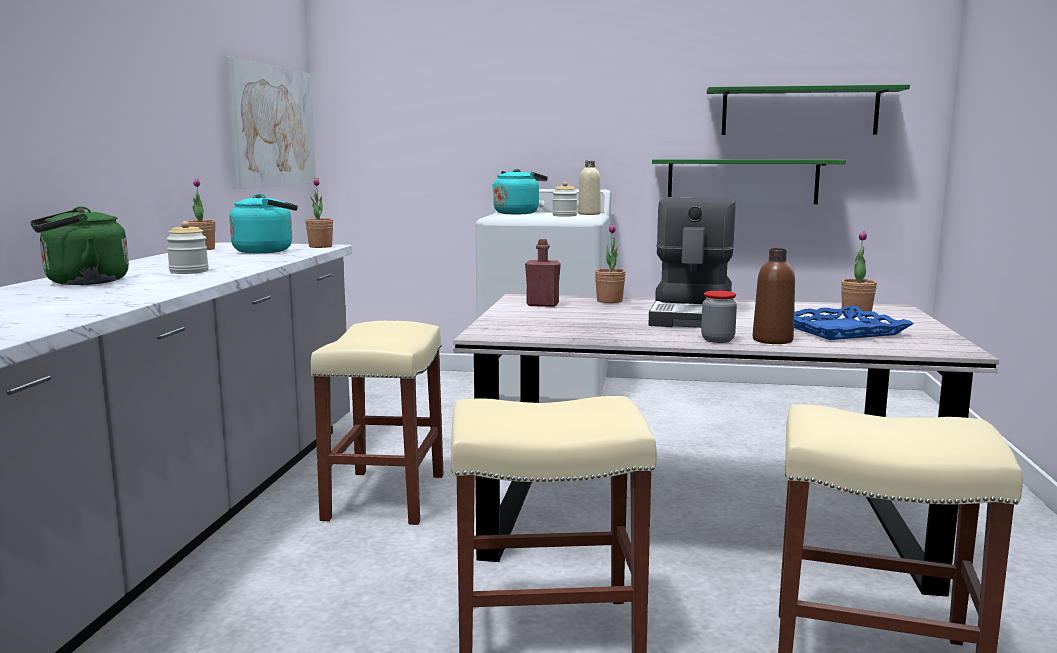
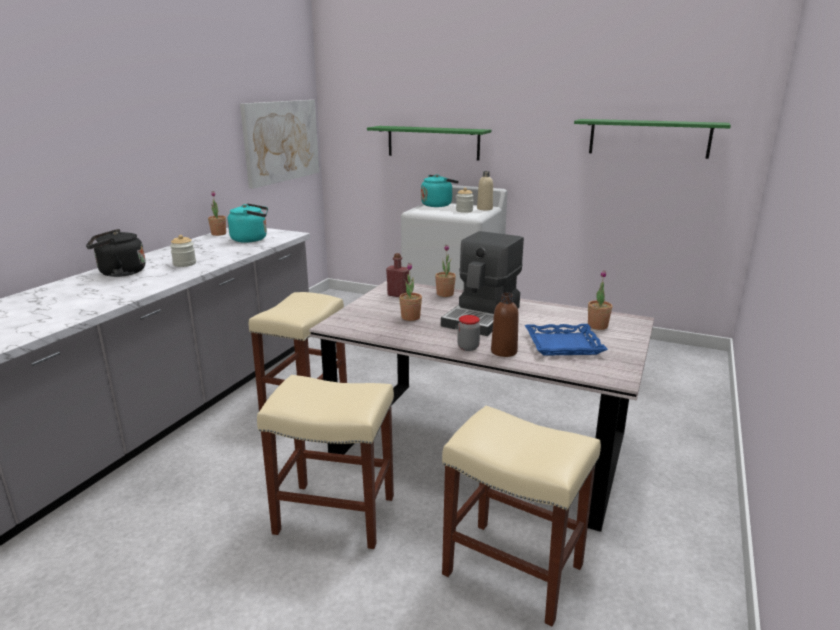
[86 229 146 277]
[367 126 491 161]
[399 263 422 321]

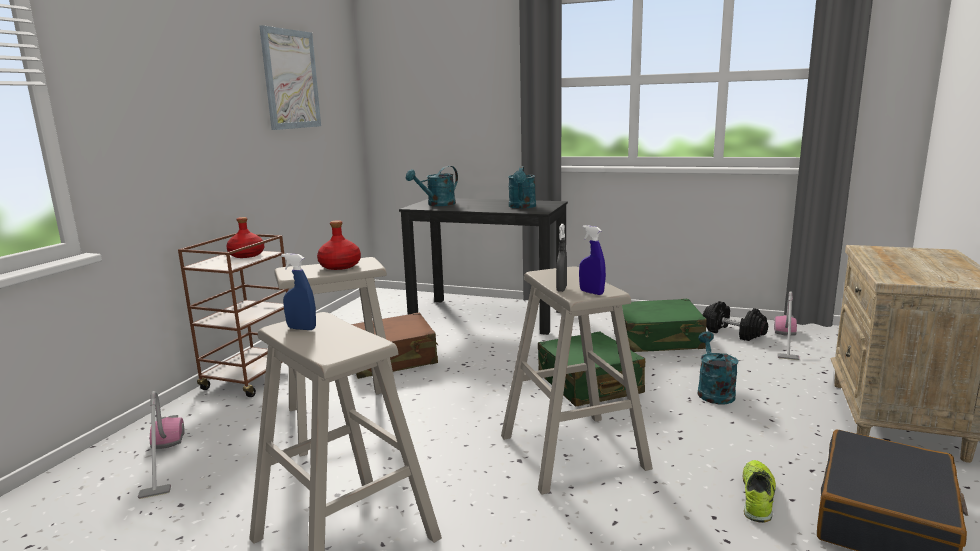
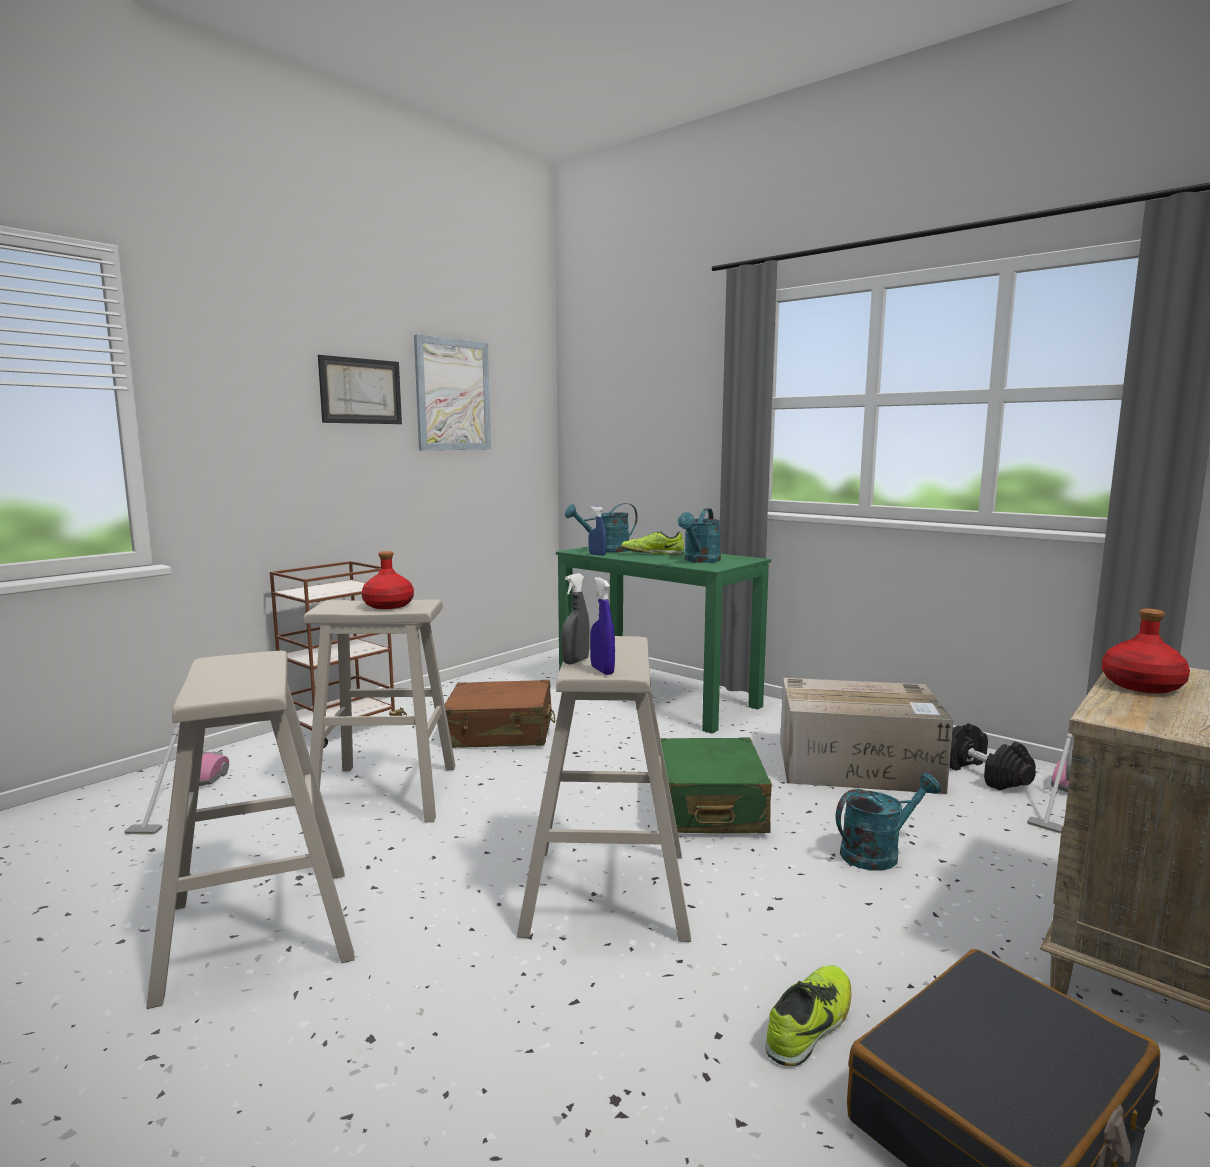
[318 355 402 424]
[556 546 771 734]
[588 506 607 556]
[621 531 684 555]
[780 678 954 794]
[836 773 941 871]
[1102 608 1190 693]

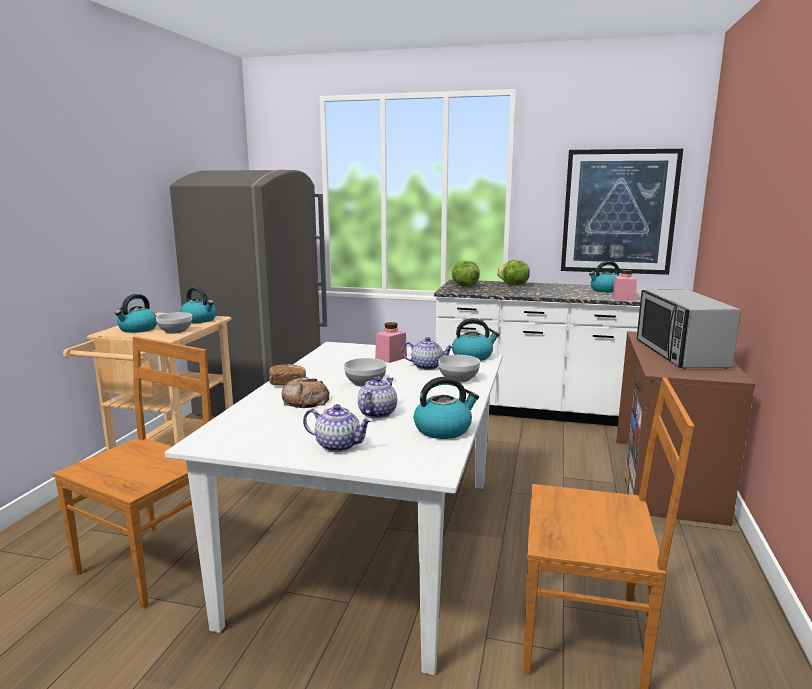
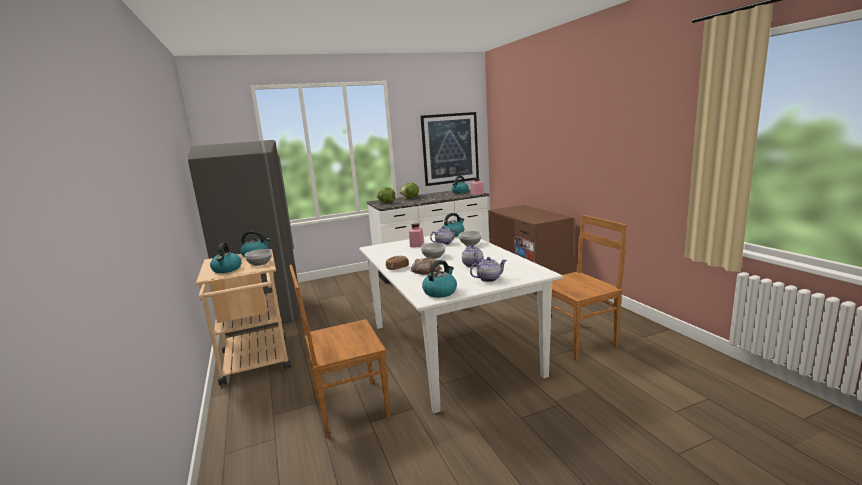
[289 265 391 438]
[422 260 457 298]
[637 289 741 369] (first image)

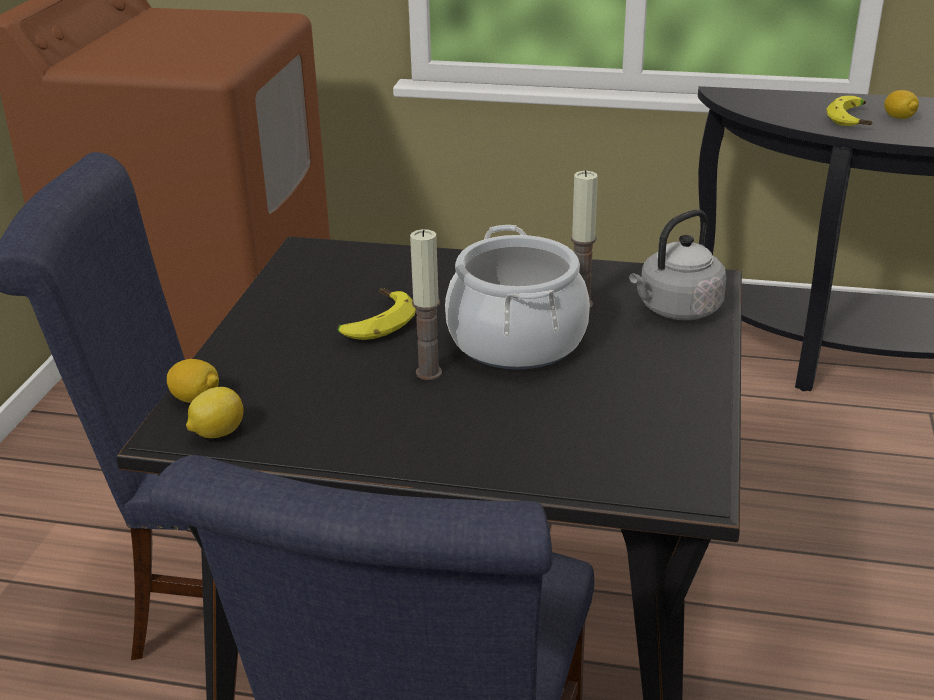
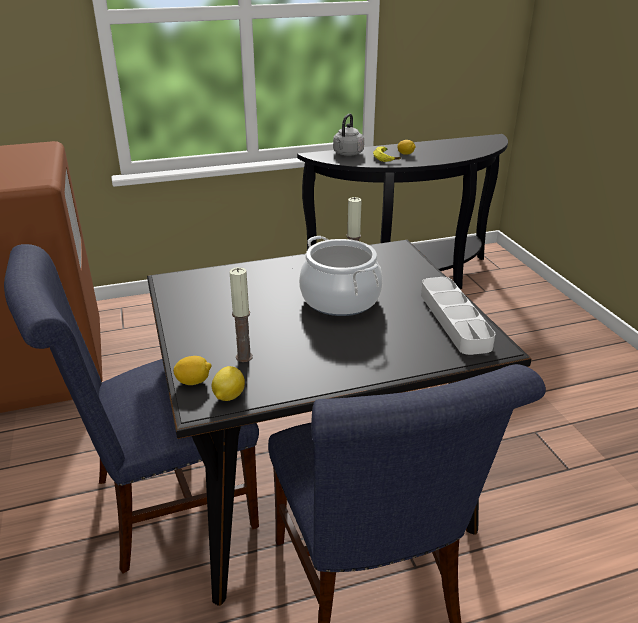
[229 267 253 362]
[333 114 364 156]
[421 277 495 355]
[337 288 416 340] (first image)

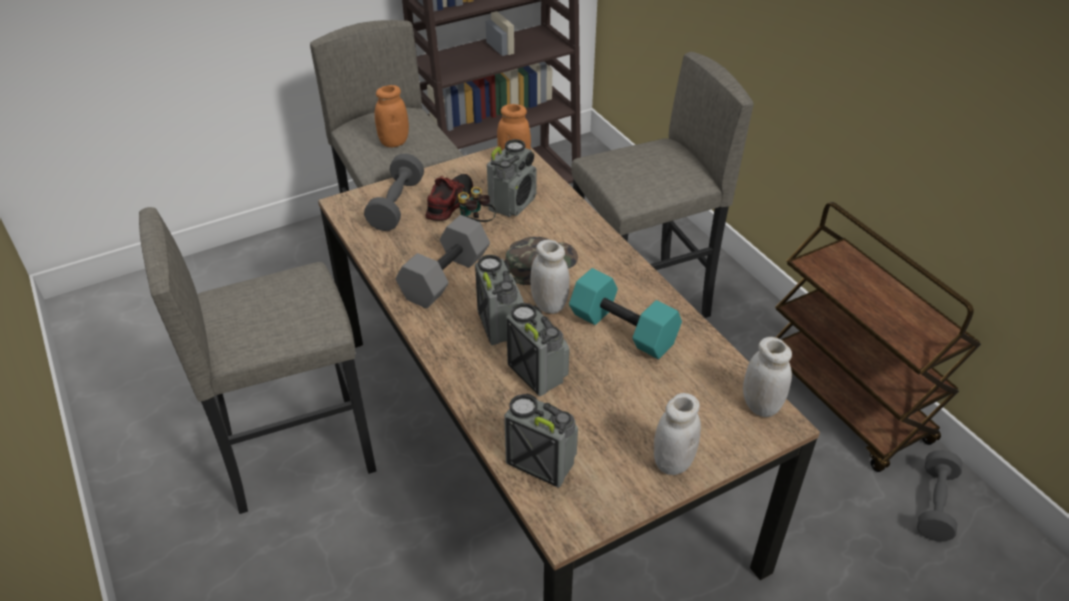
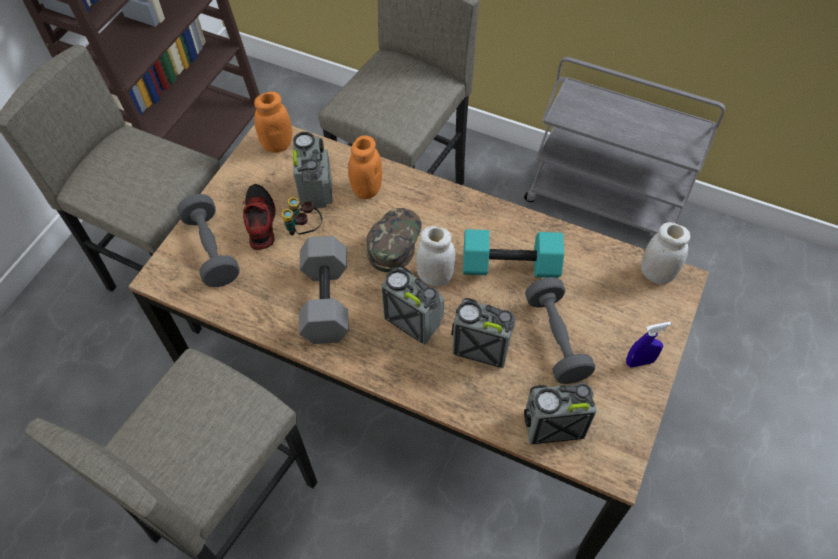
[348 136 382 199]
[524 57 725 236]
[525 277 595 384]
[626 322 671 368]

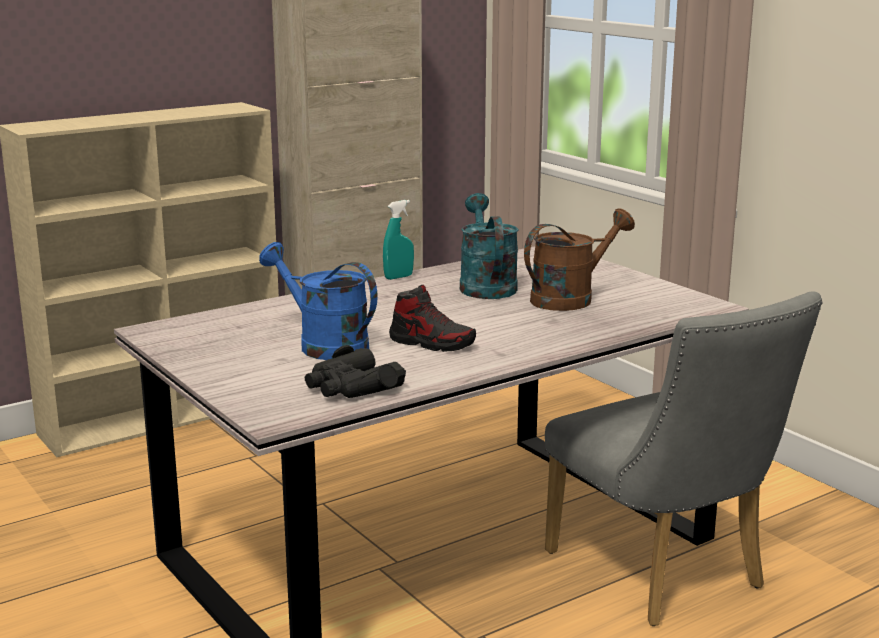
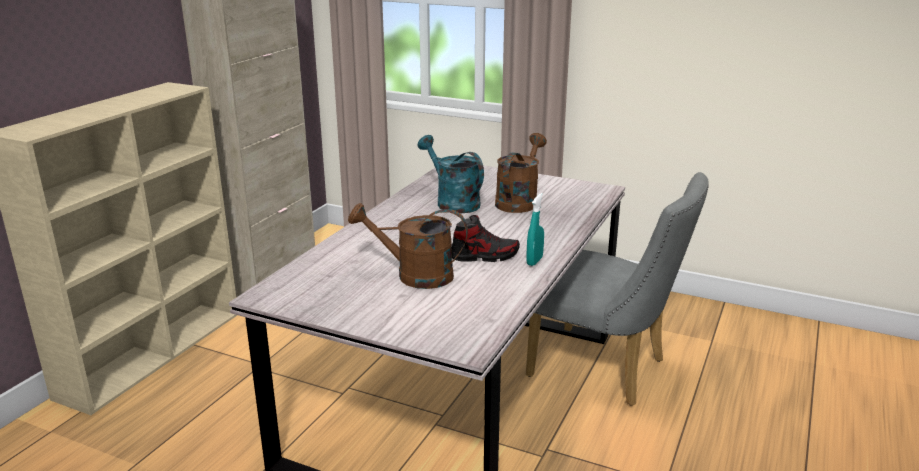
[348 203 468 289]
[526 193 544 266]
[305 345 406 398] (first image)

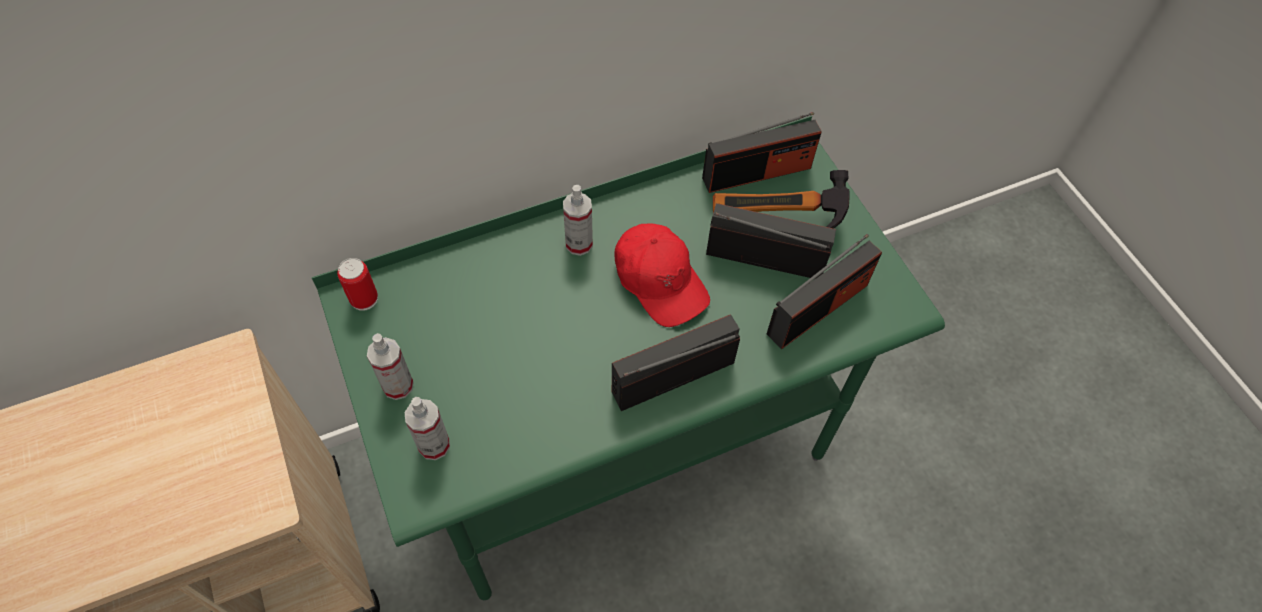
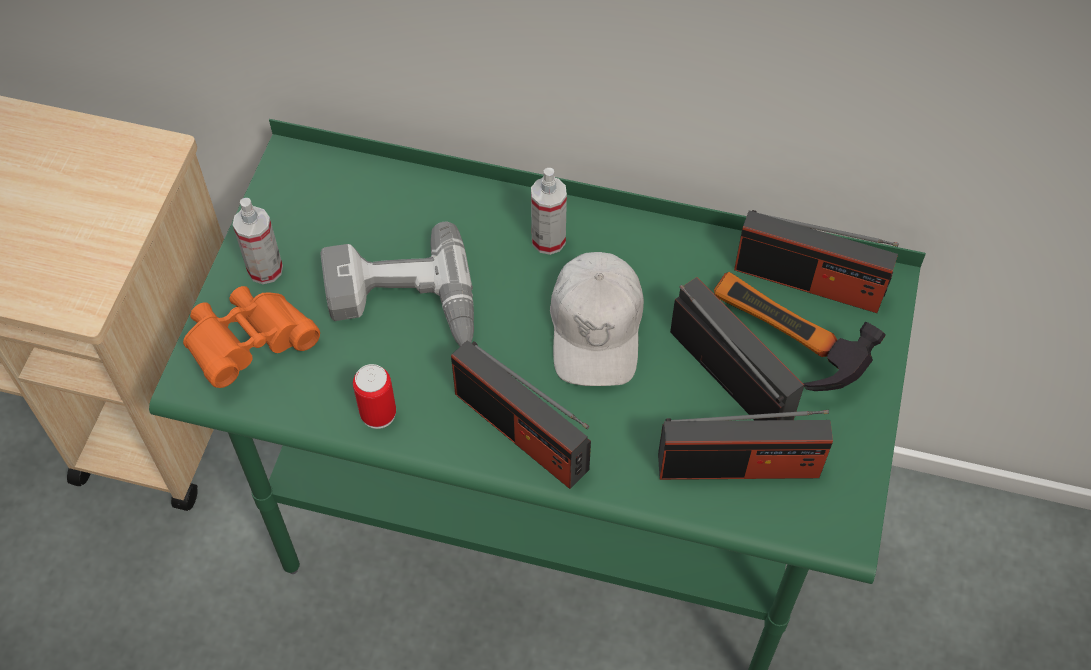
[183 286 320 388]
[320 222 474 346]
[353 364 396 429]
[451 340 591 489]
[550 252 644 386]

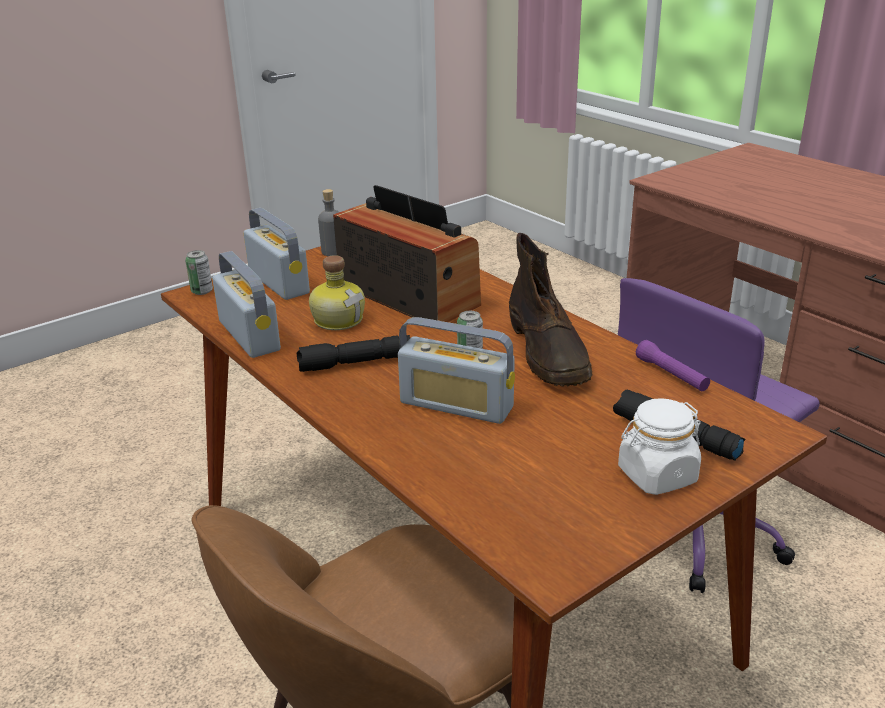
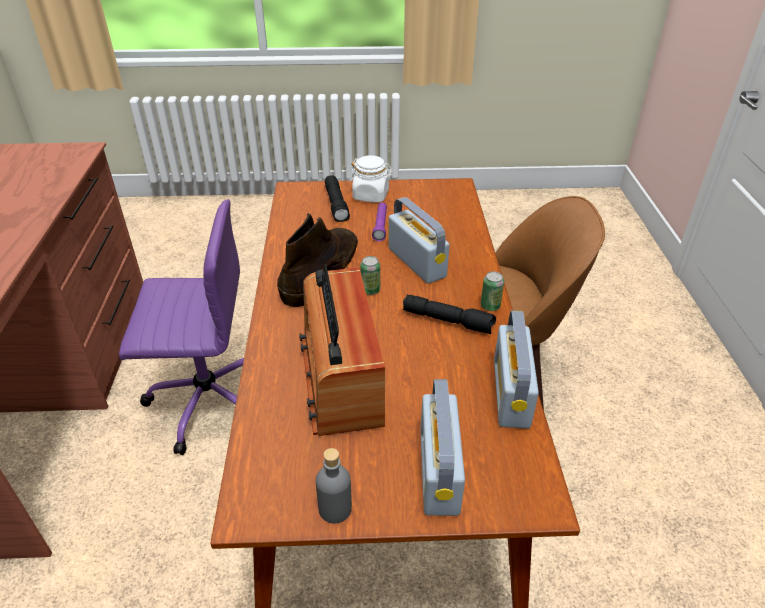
[372 203 387 242]
[481 271 504 311]
[309 255 365 330] (first image)

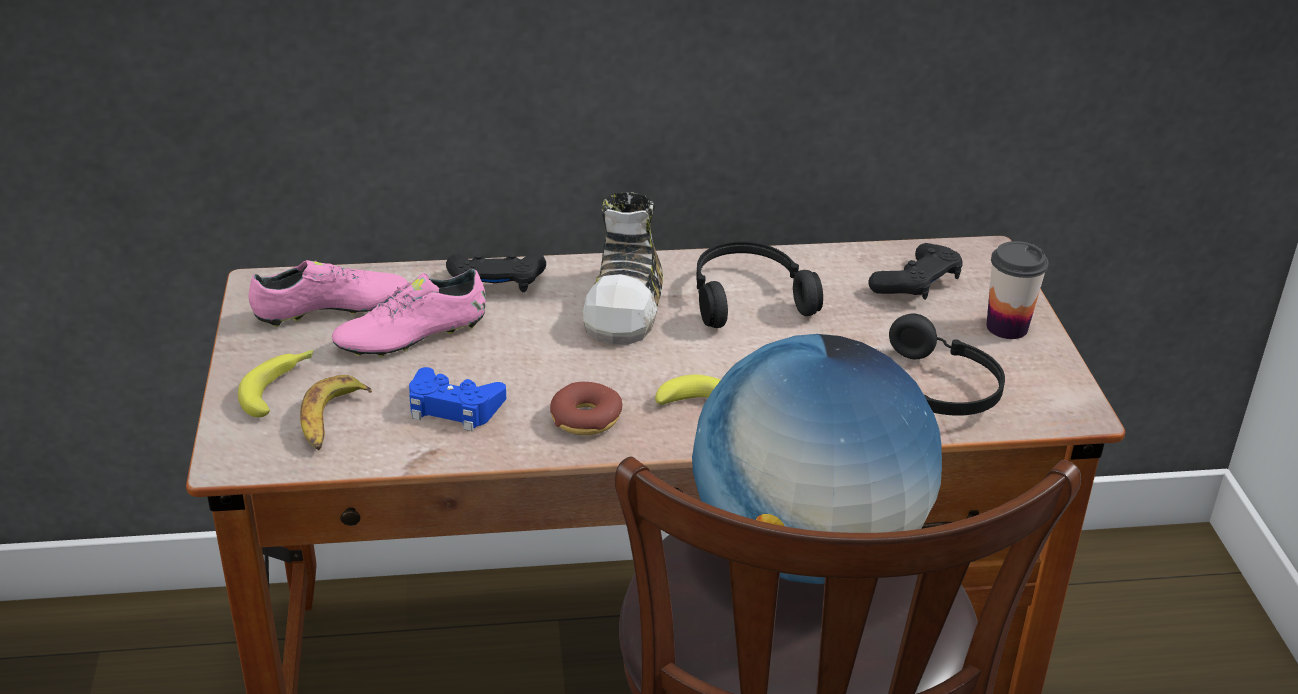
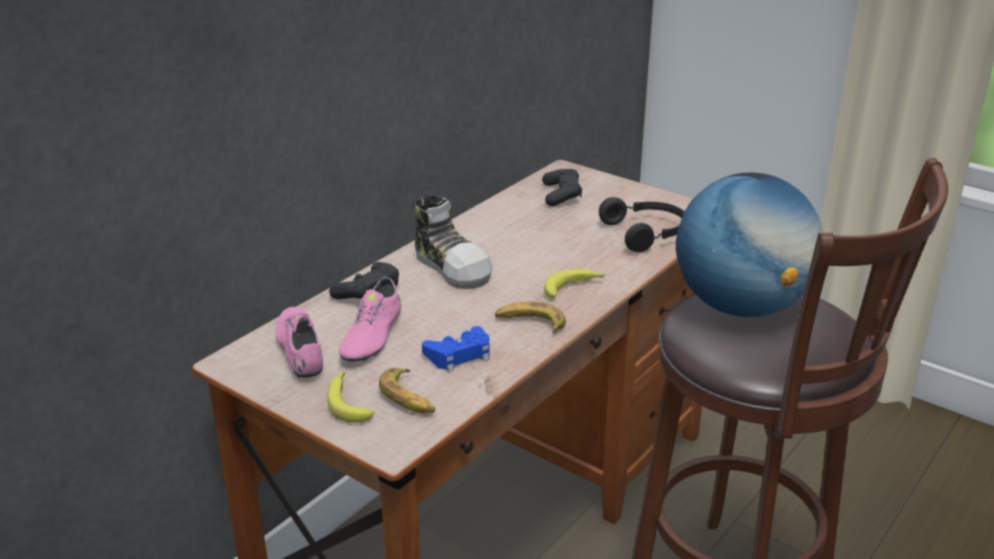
[276 307 323 378]
[495 302 566 333]
[696 241 823 328] (first image)
[986 241 1049 339] (first image)

